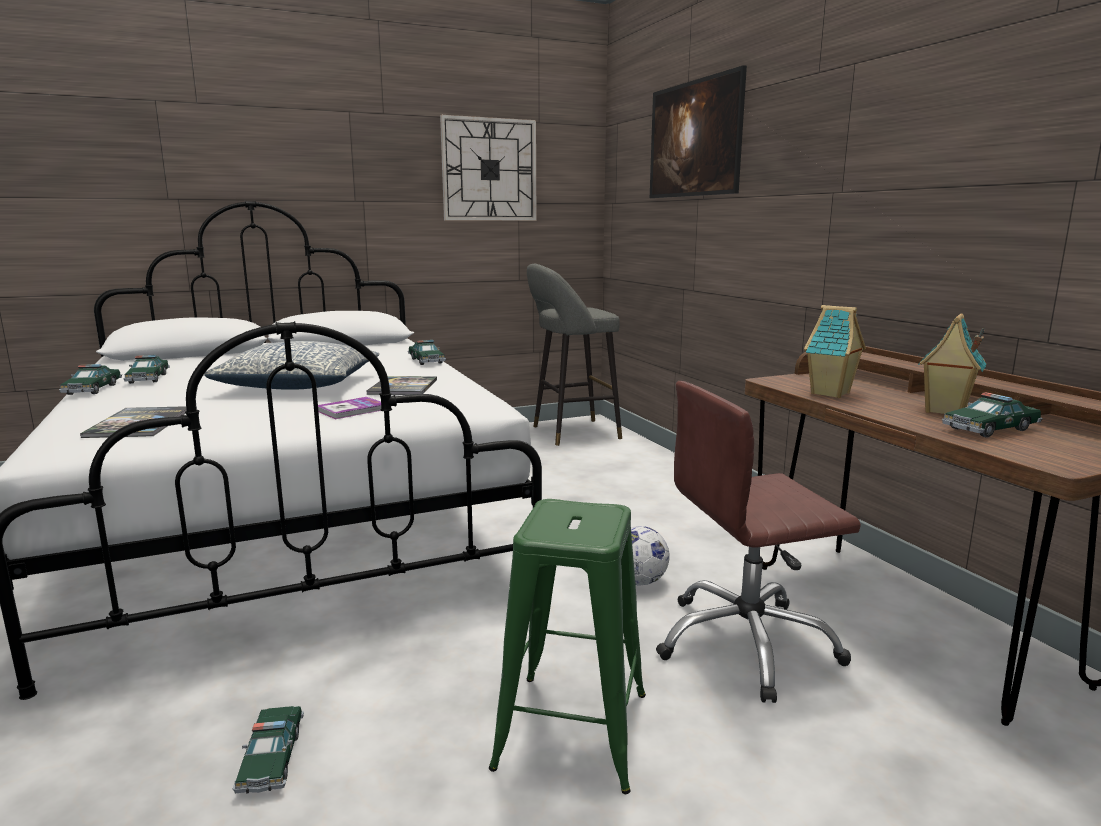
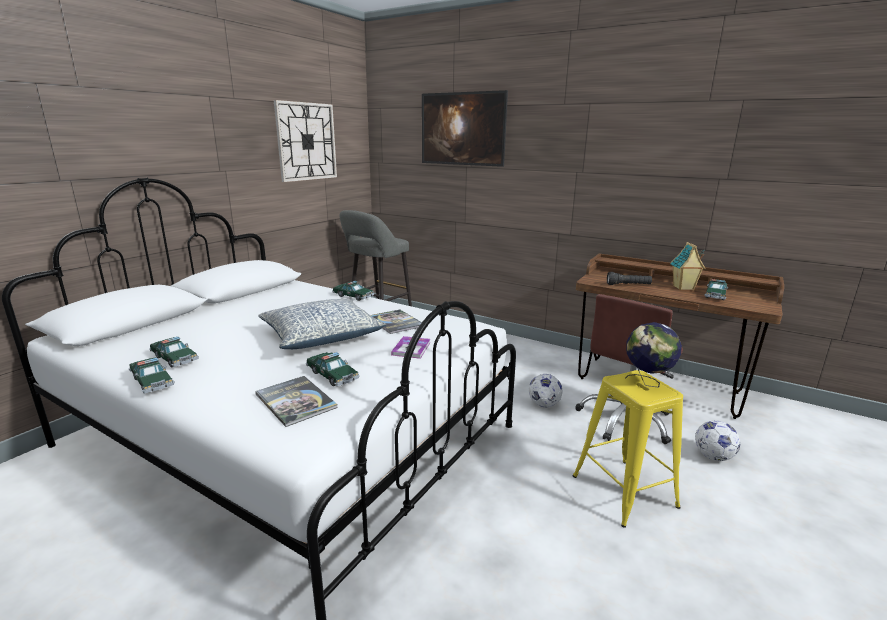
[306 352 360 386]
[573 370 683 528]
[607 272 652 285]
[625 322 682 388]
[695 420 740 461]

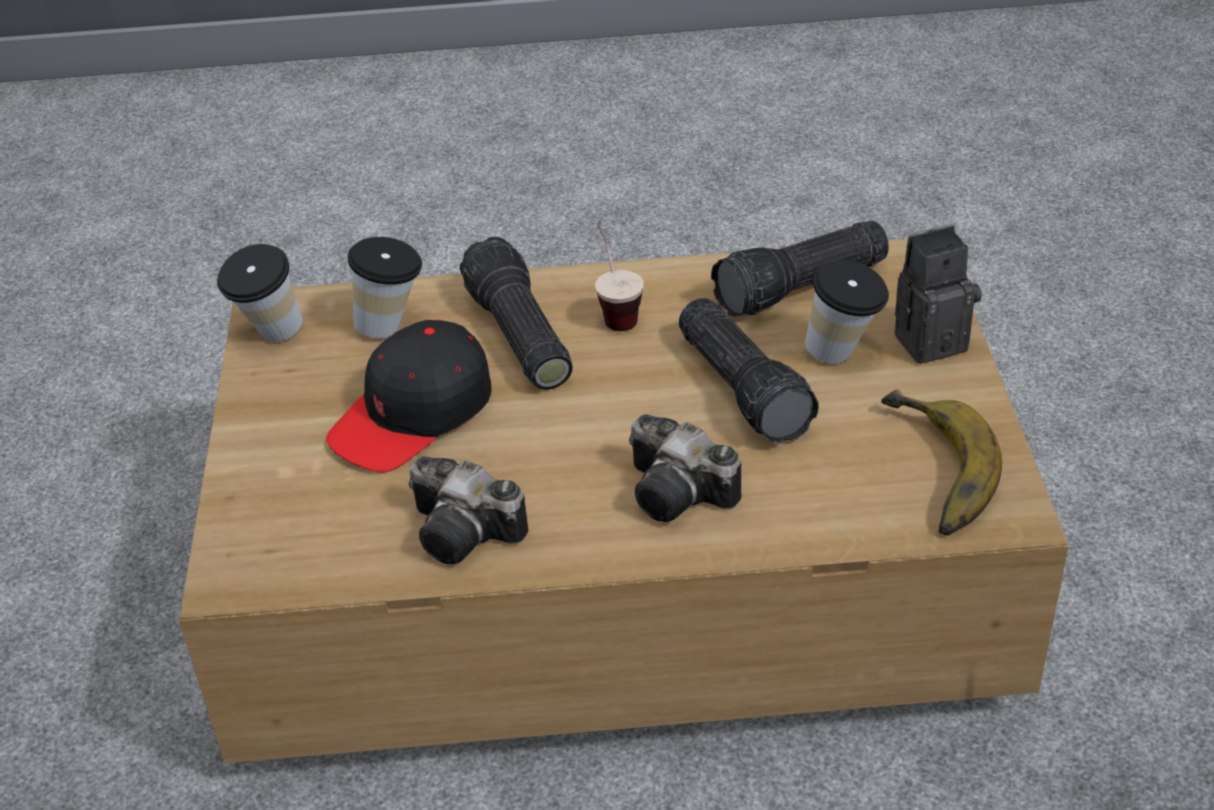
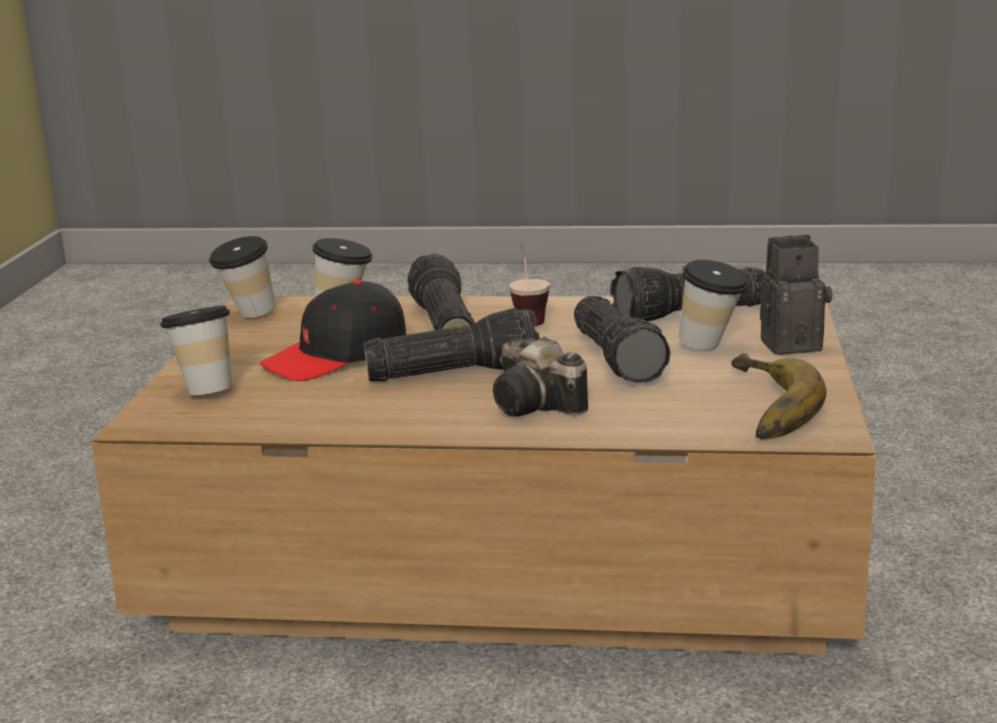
[160 306 232 396]
[363 308 540 382]
[409 456 529 564] (first image)

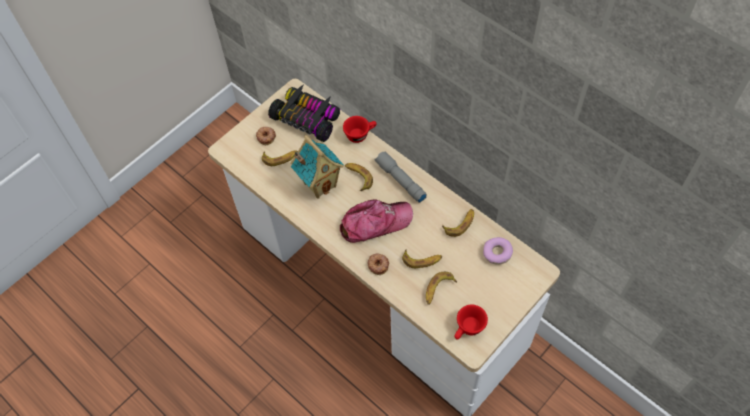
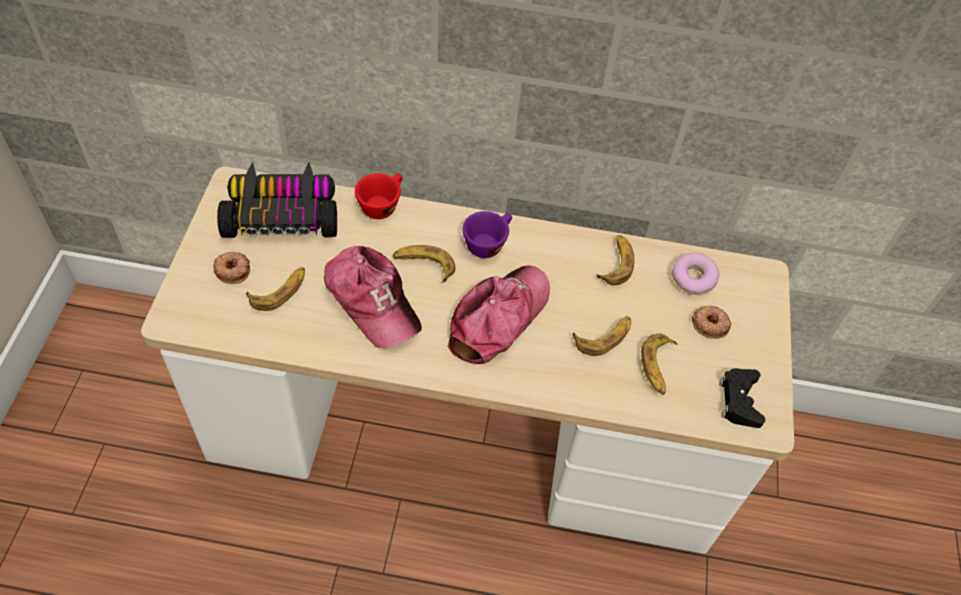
[324 246 422 348]
[462 211 512 258]
[692 306 731 339]
[719 368 765 428]

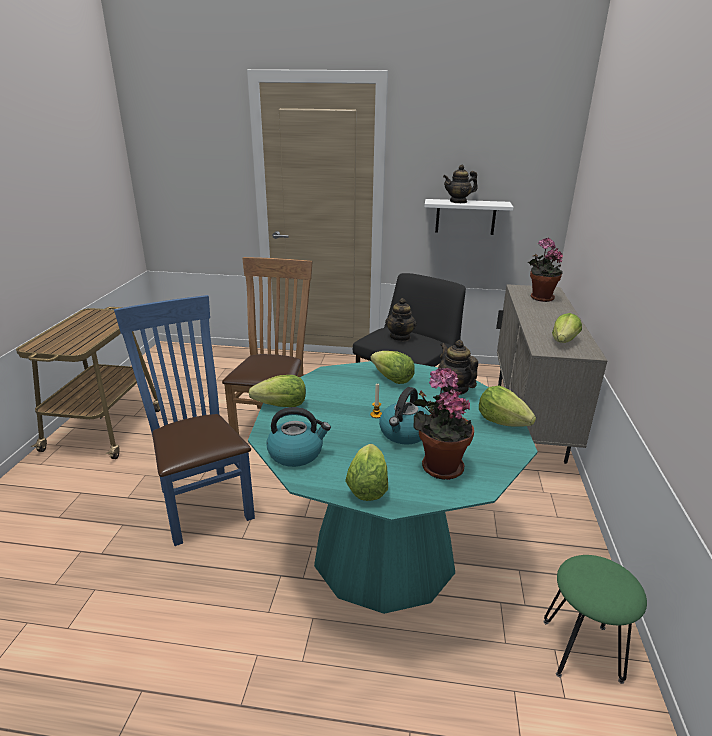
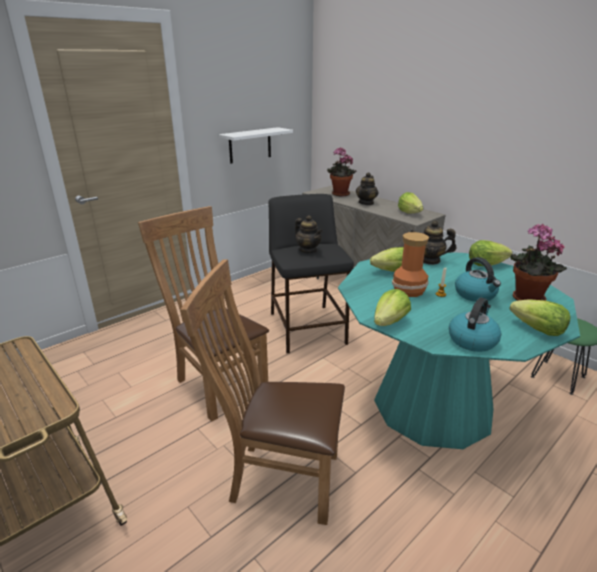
[181 259 345 525]
[356 172 378 205]
[392 232 429 297]

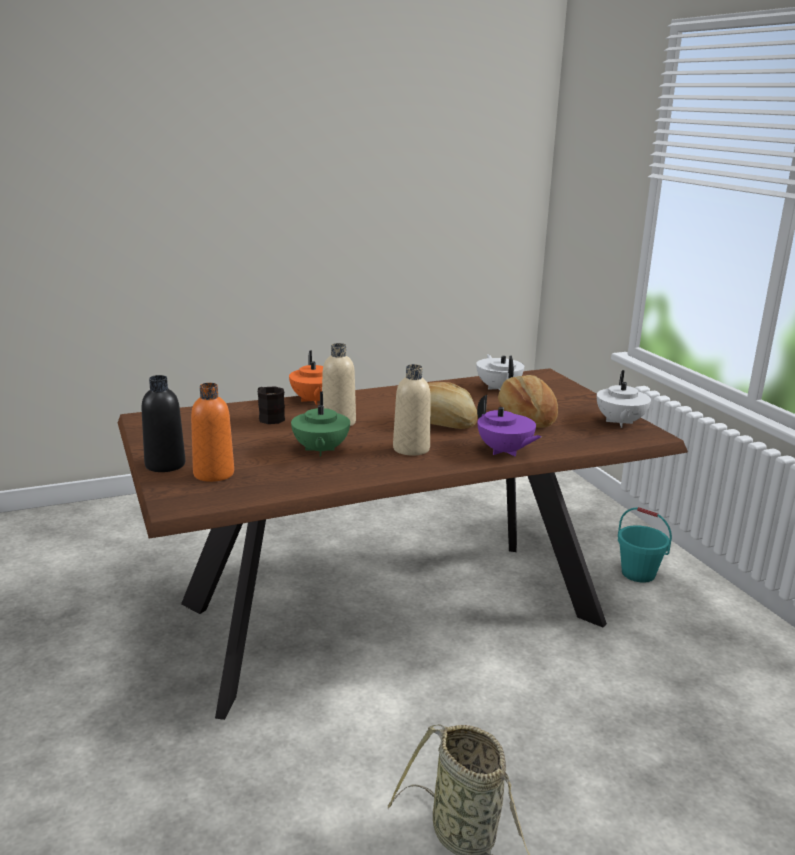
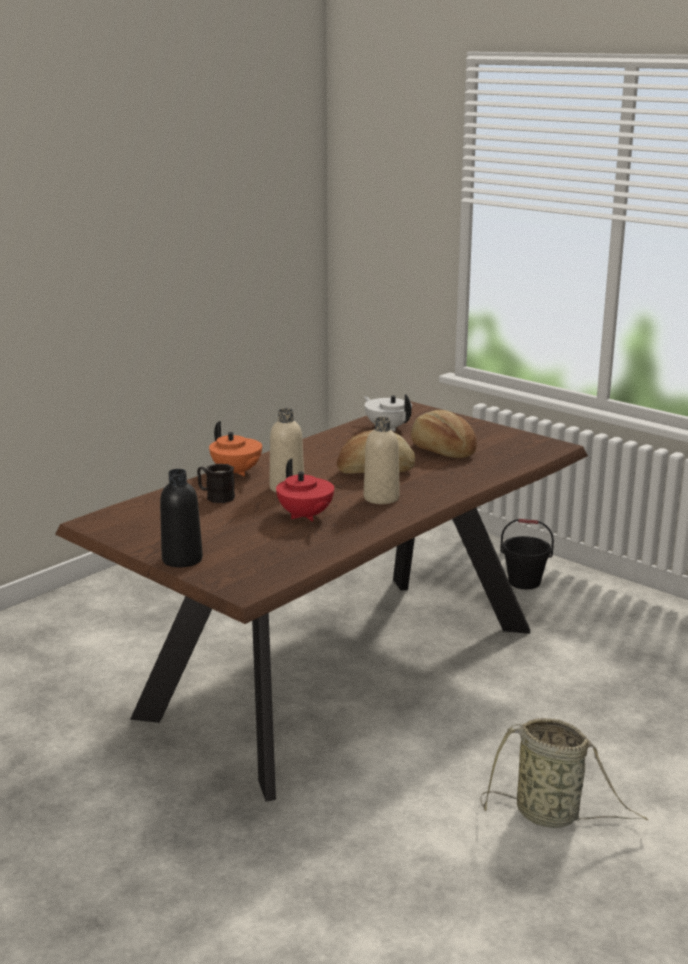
[276 459 334 521]
[500 519 554 589]
[191 383 234 482] (first image)
[477 395 542 456] (first image)
[597 370 651 428] (first image)

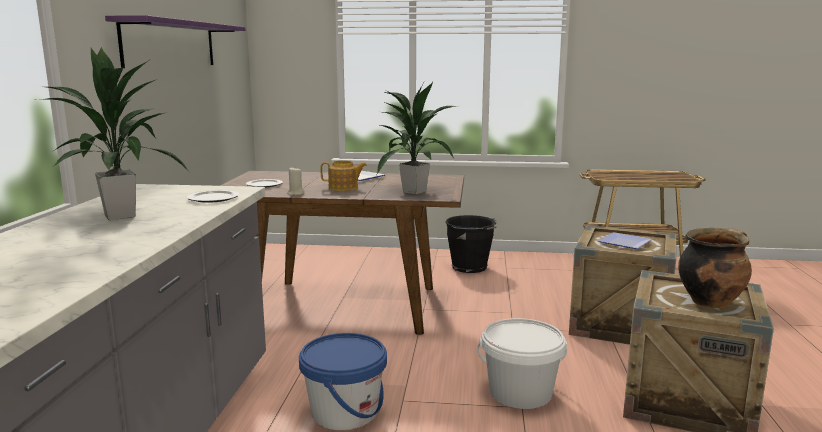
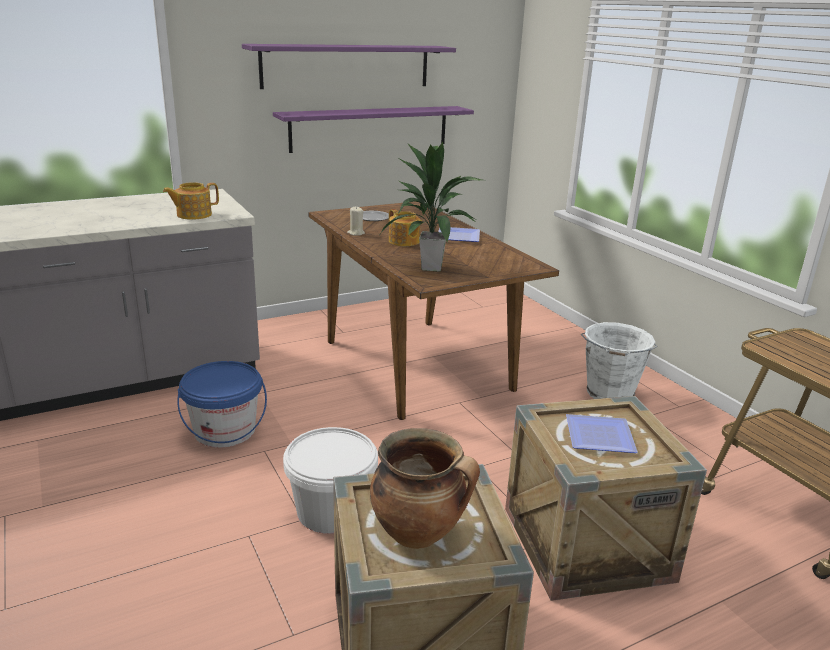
[163 182 219 220]
[273 106 474 153]
[581 322 657 399]
[38 47 192 220] (first image)

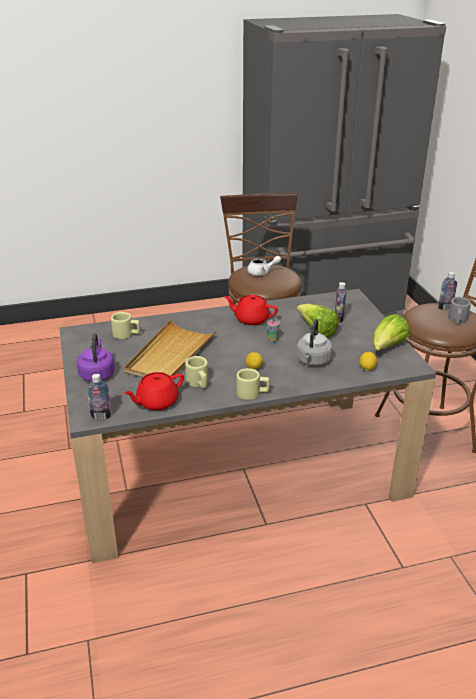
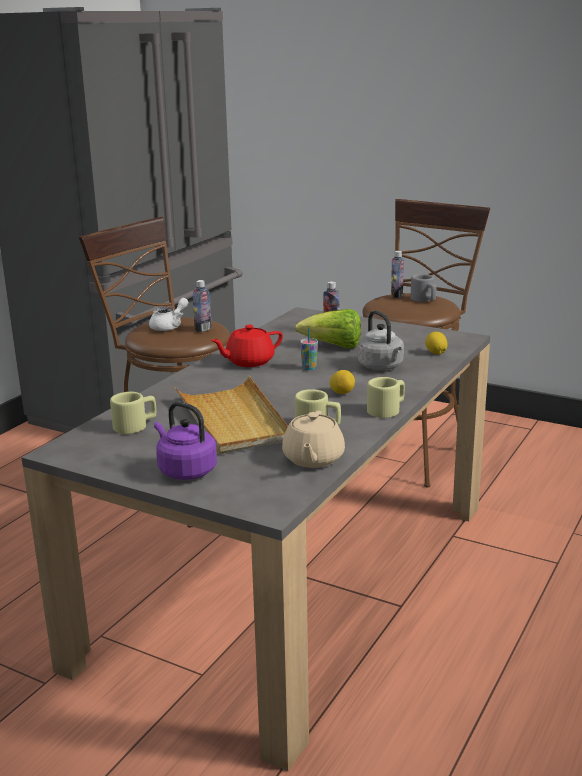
[193 280 212 332]
[282 411 345 468]
[372 314 410 351] (first image)

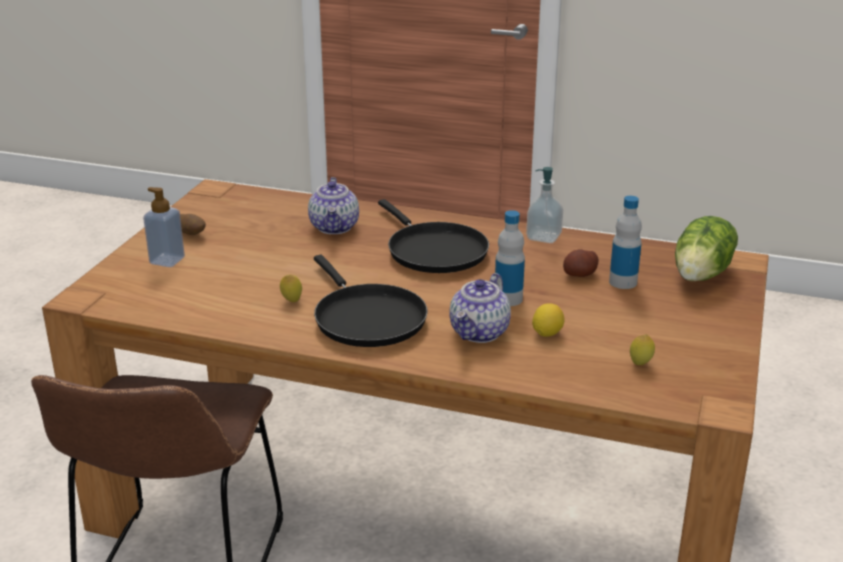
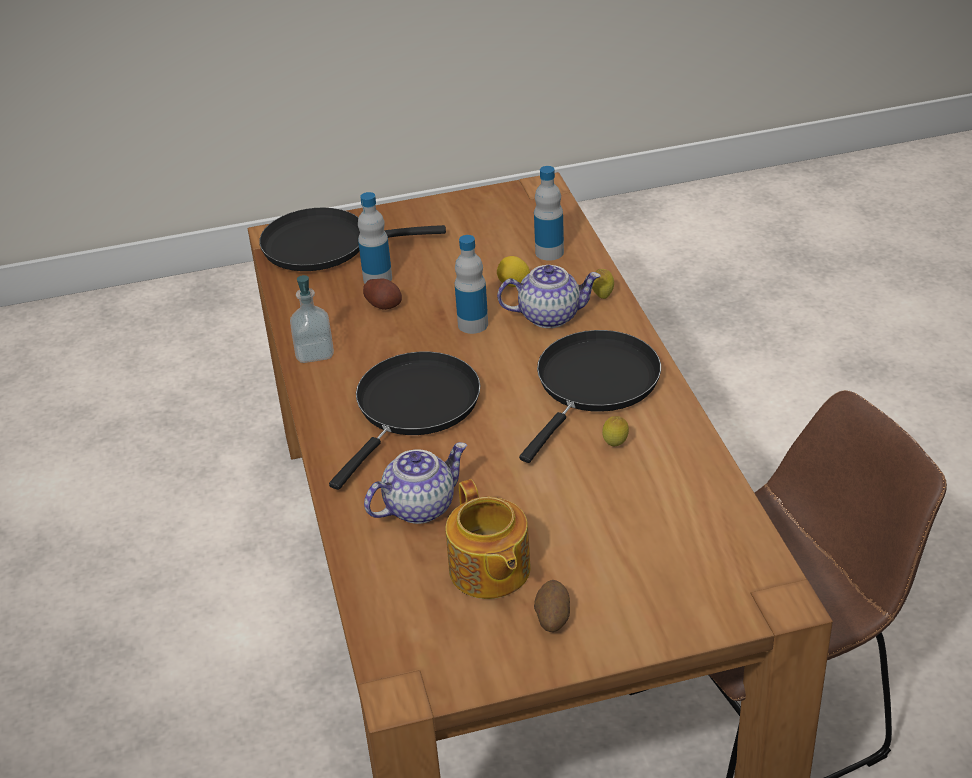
[259 208 446 271]
[446 479 531 599]
[534 166 564 261]
[592 269 614 299]
[143 187 185 267] (first image)

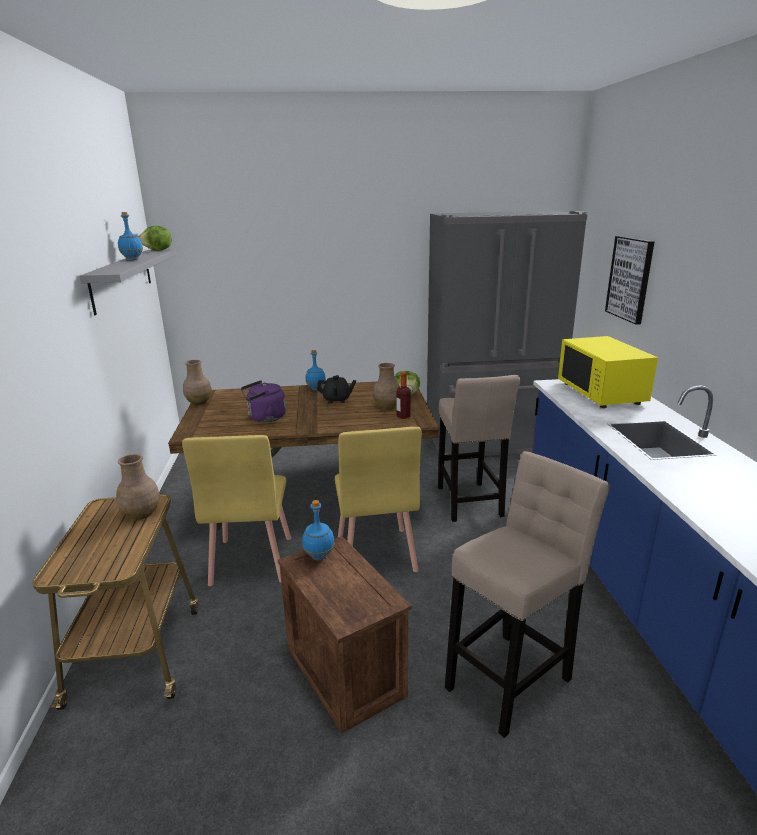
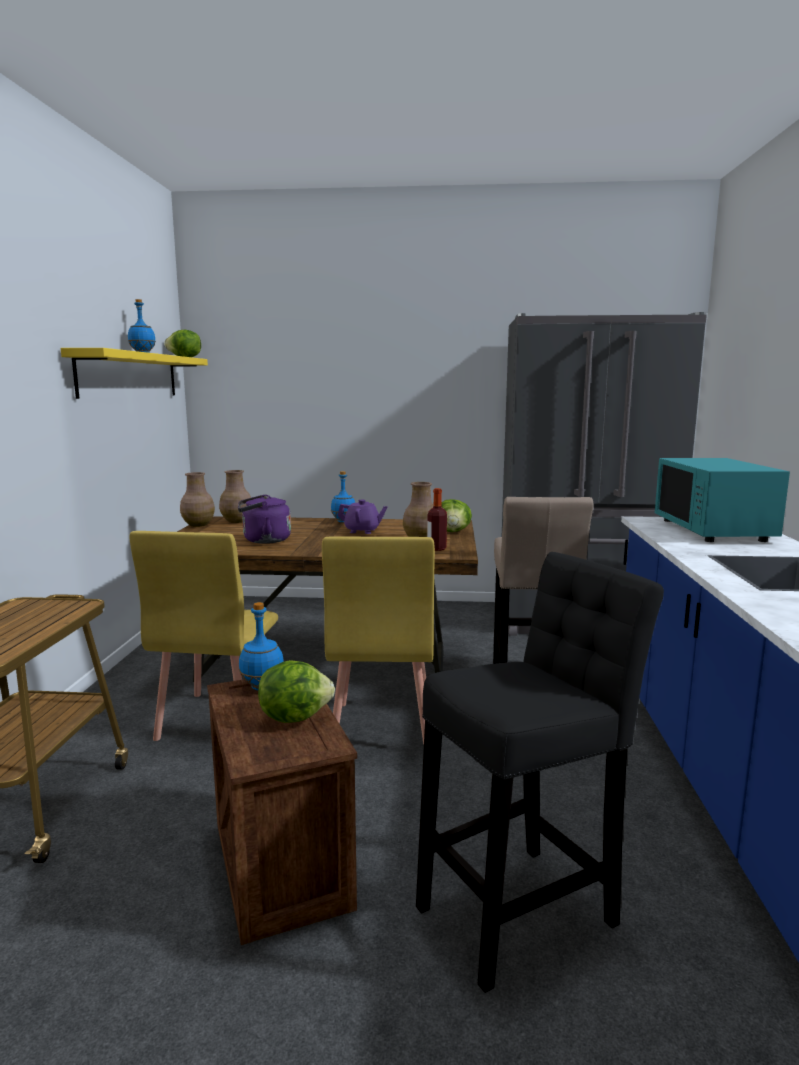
[60 348 208 399]
[219 470 251 523]
[258 660 335 723]
[338 500 388 534]
[416 552 664 993]
[655 458 790 542]
[605 236 655 325] (first image)

